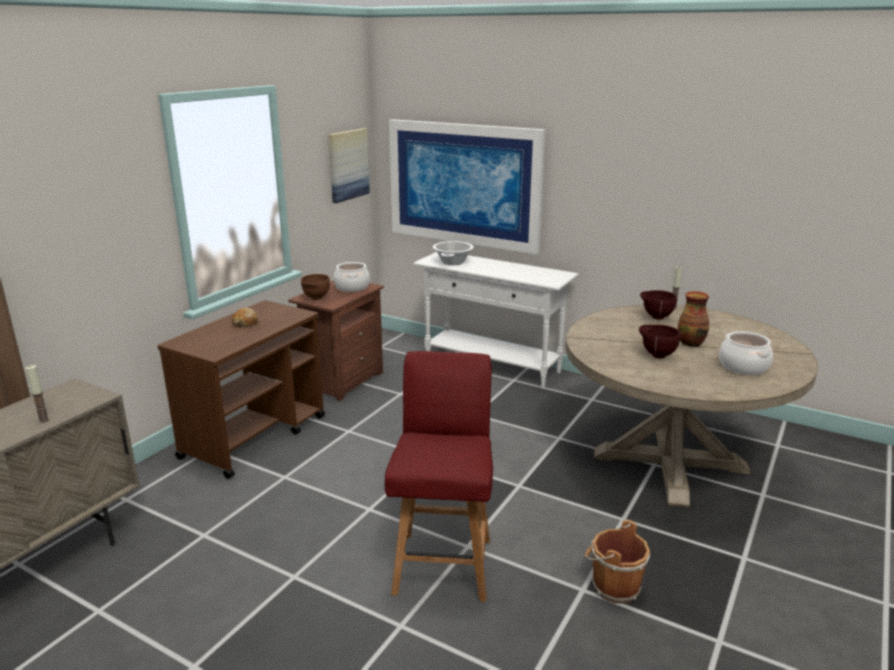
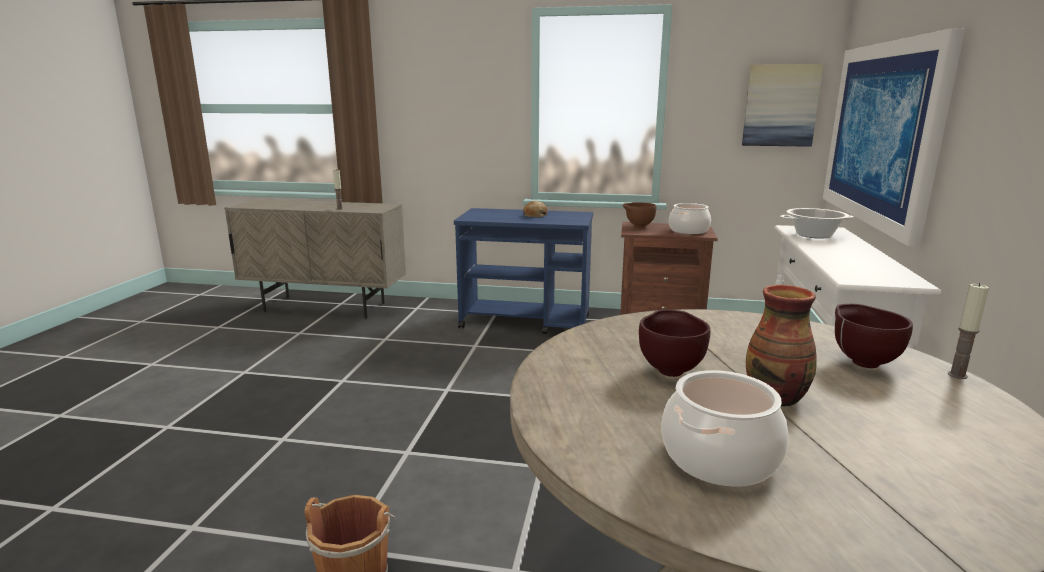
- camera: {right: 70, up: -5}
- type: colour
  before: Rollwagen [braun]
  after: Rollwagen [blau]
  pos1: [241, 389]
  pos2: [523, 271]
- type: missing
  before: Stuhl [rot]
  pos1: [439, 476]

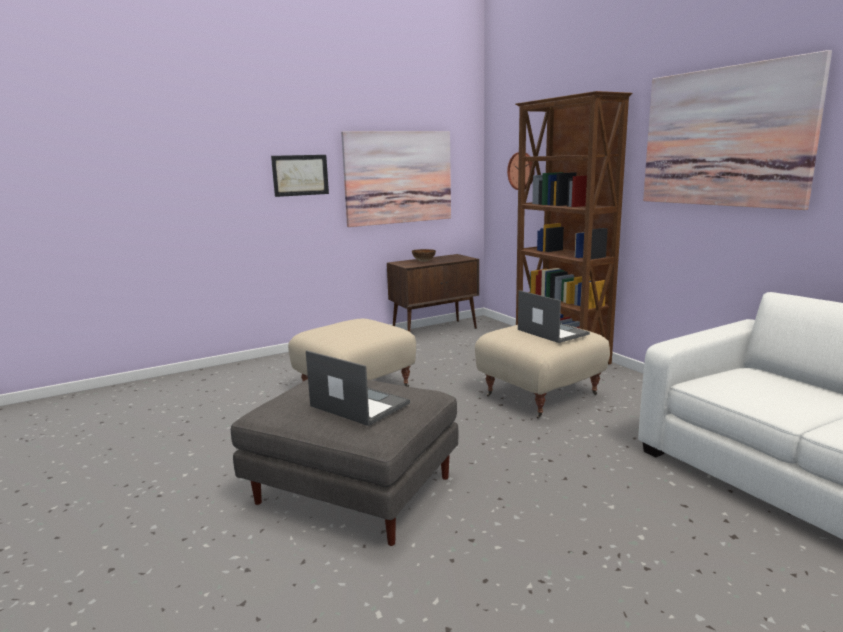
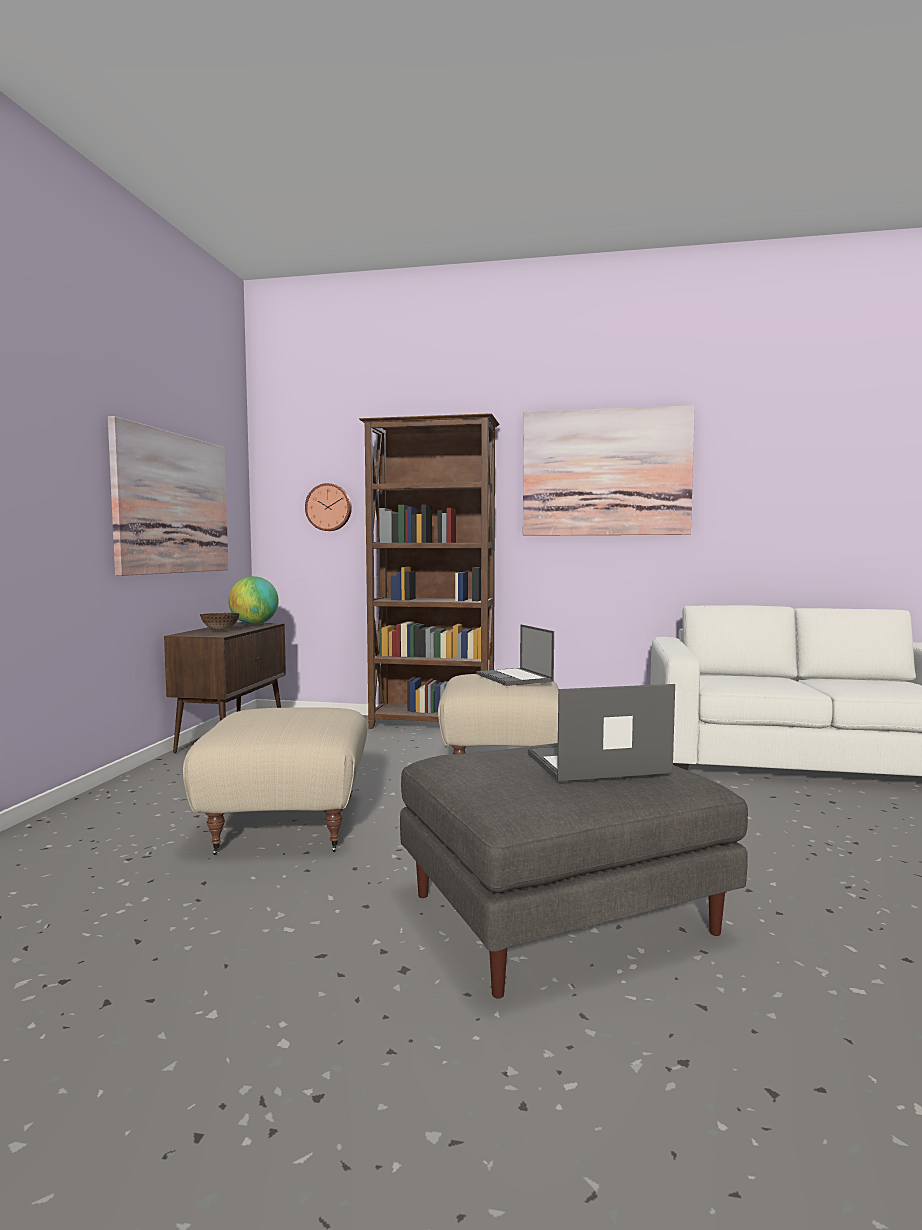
- camera: {right: -50, up: -10}
- type: missing
  before: Bild
  pos1: [300, 176]
- type: spun
  before: Laptop
  pos1: [554, 316]
  pos2: [515, 655]
  turn: -120
- type: appeared
  after: Globus
  pos2: [253, 600]

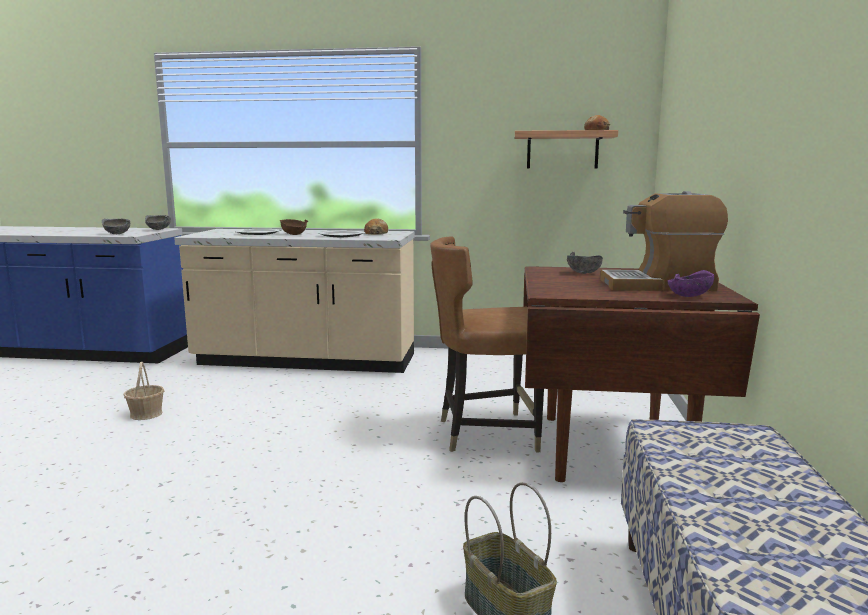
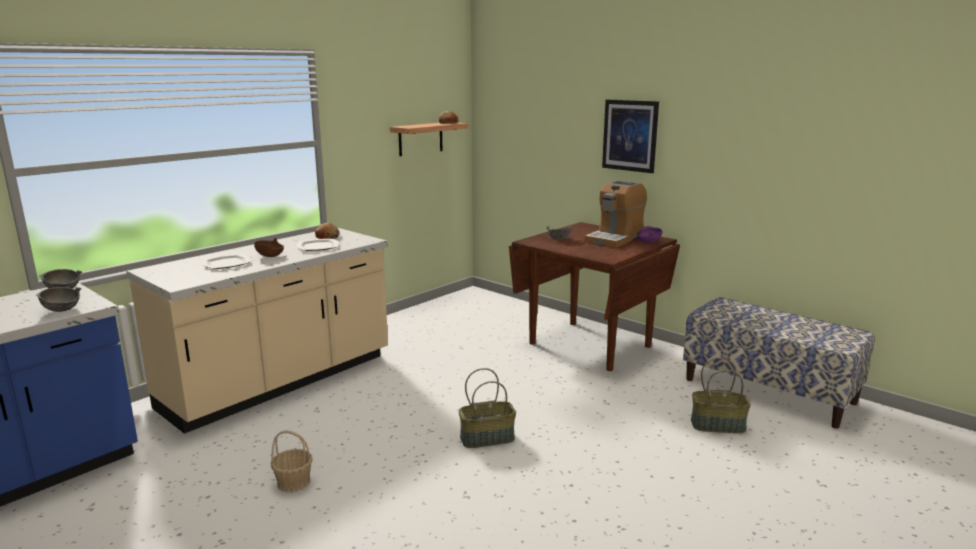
- camera: {right: -55, up: 5}
- type: missing
  before: Stuhl [braun]
  pos1: [487, 344]
- type: appeared
  after: Bild
  pos2: [630, 136]
- type: appeared
  after: Korb
  pos2: [487, 408]

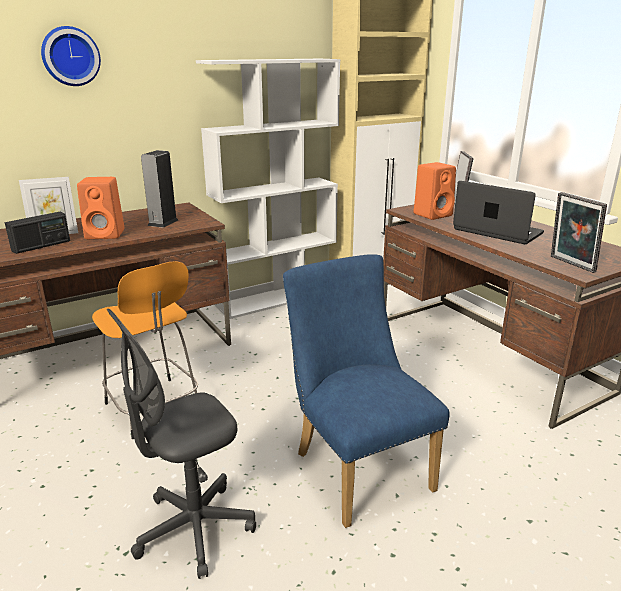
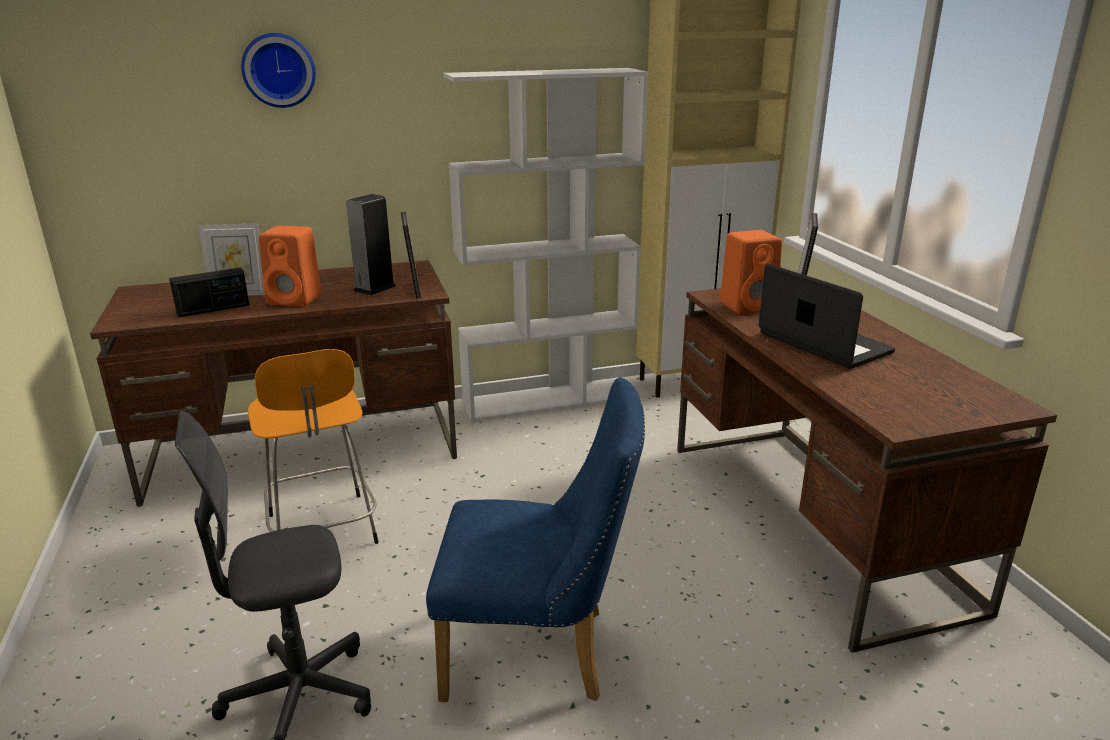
- camera: {right: 15, up: 0}
- type: relocated
  before: Bilderrahmen
  pos1: [579, 232]
  pos2: [411, 255]
- type: spun
  before: Stuhl [blau]
  pos1: [366, 391]
  pos2: [535, 539]
  turn: 105

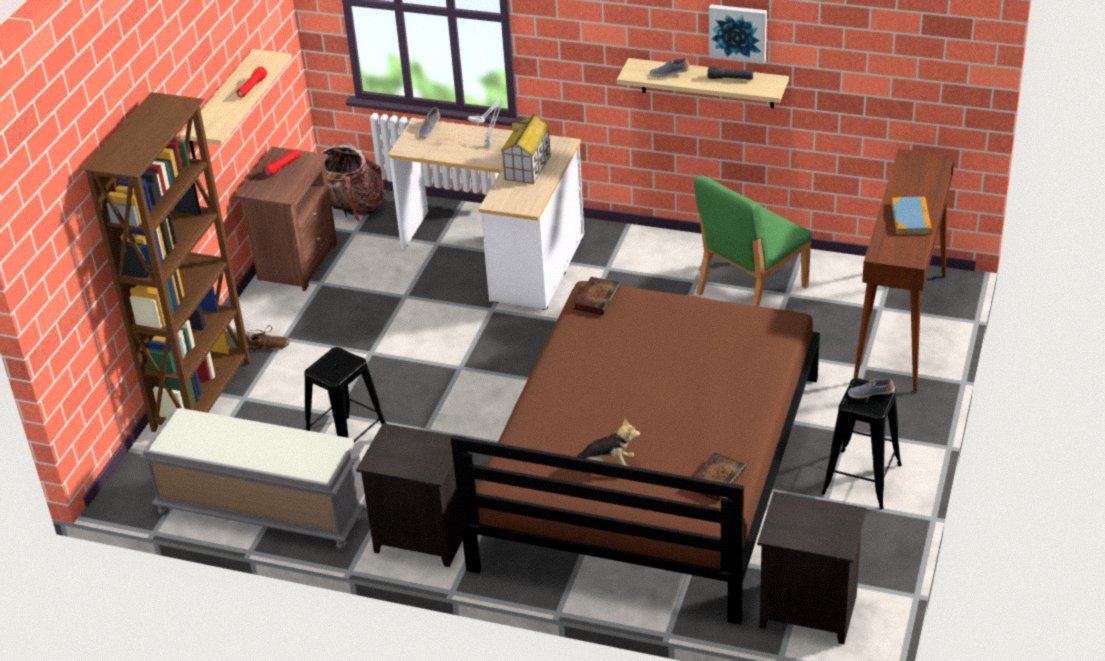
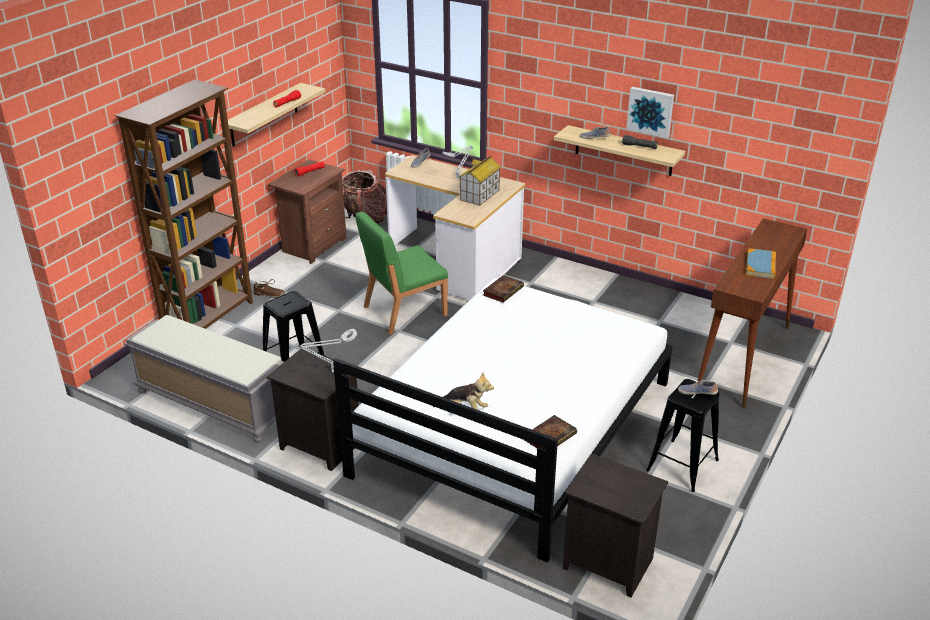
- camera: {right: 10, up: -5}
- type: relocated
  before: Stuhl [grün]
  pos1: [753, 240]
  pos2: [401, 273]
- type: colour
  before: Bett [braun]
  after: Bett [weiß]
  pos1: [635, 452]
  pos2: [503, 420]
- type: appeared
  after: Tischlampe [grau]
  pos2: [329, 350]

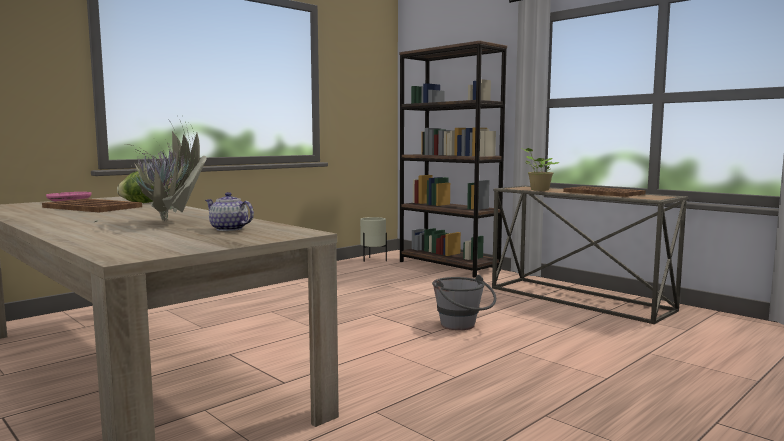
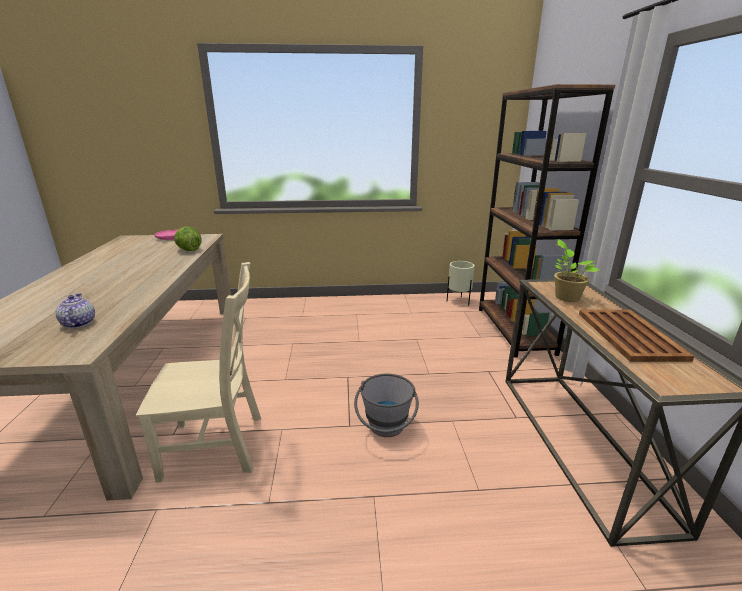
- camera: {right: 40, up: 15}
- type: missing
  before: Topfpflanze
  pos1: [150, 168]
- type: missing
  before: Tablett [braun]
  pos1: [92, 205]
- type: appeared
  after: Stuhl [beige]
  pos2: [198, 372]

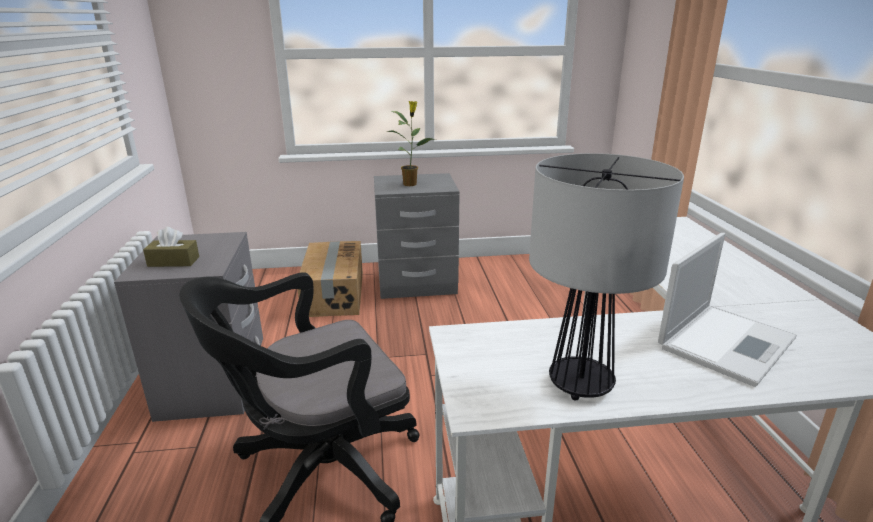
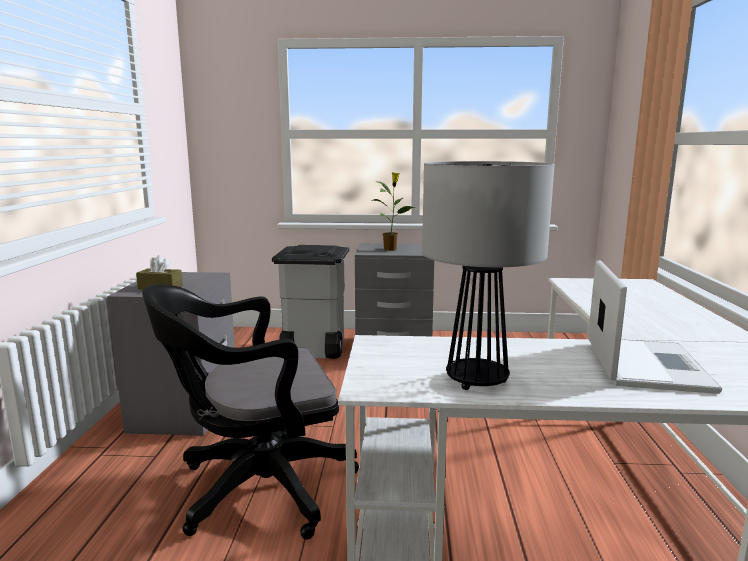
- camera: {right: 10, up: -10}
- type: spun
  before: Laptop
  pos1: [727, 310]
  pos2: [655, 327]
  turn: -45
- type: exchanged
  before: Karton
  after: Mülleimer [grau]
  pos1: [330, 279]
  pos2: [310, 302]

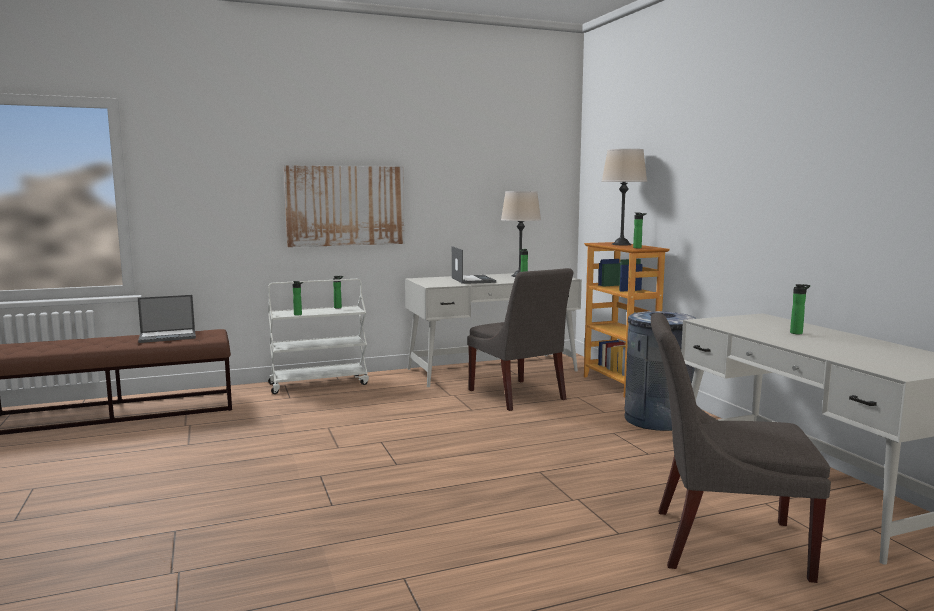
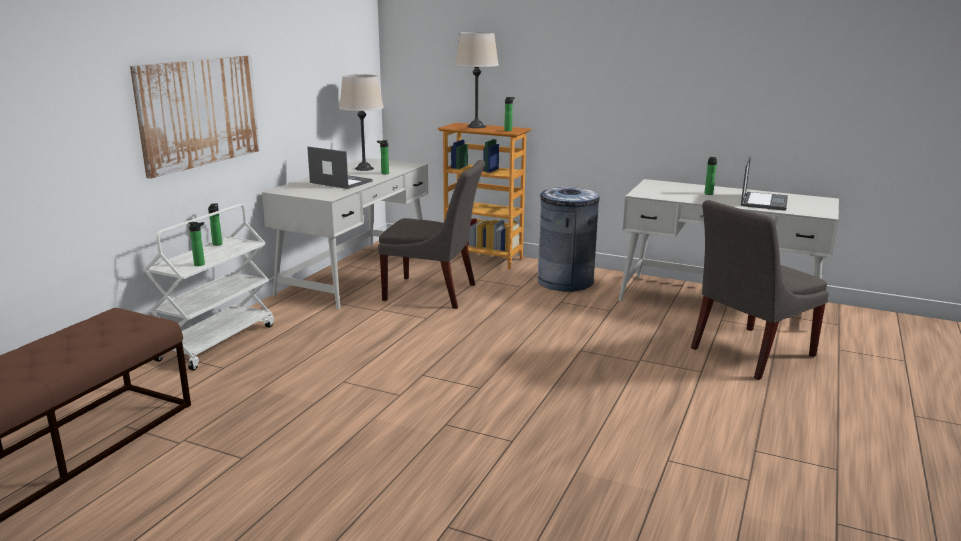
- camera: {right: -45, up: 10}
- type: relocated
  before: Laptop
  pos1: [167, 319]
  pos2: [764, 183]

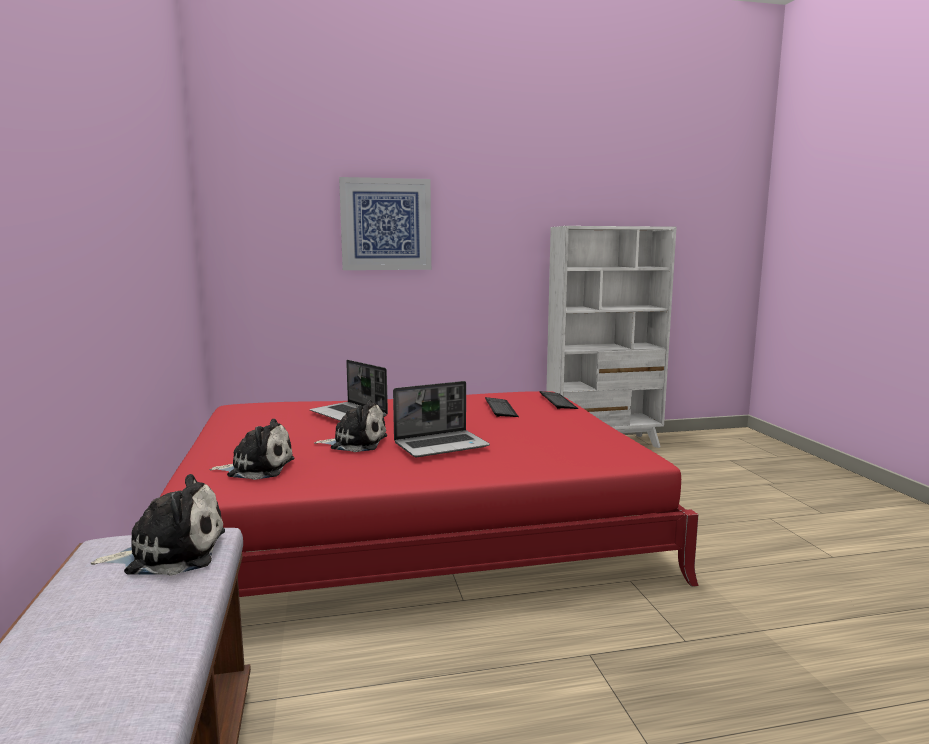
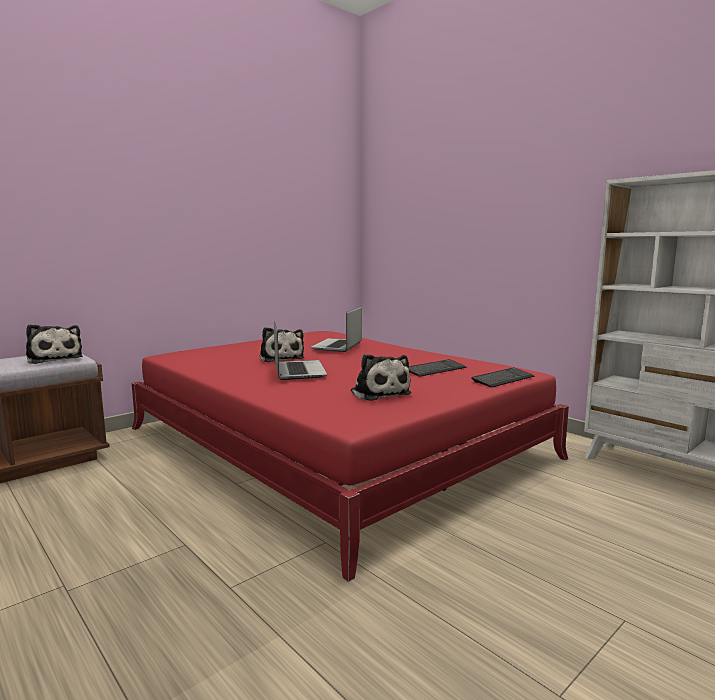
- camera: {right: 60, up: 0}
- type: missing
  before: Bild
  pos1: [385, 223]
- type: spun
  before: Laptop
  pos1: [441, 419]
  pos2: [300, 350]
  turn: -135
- type: relocated
  before: Plüschtier
  pos1: [251, 449]
  pos2: [381, 377]

